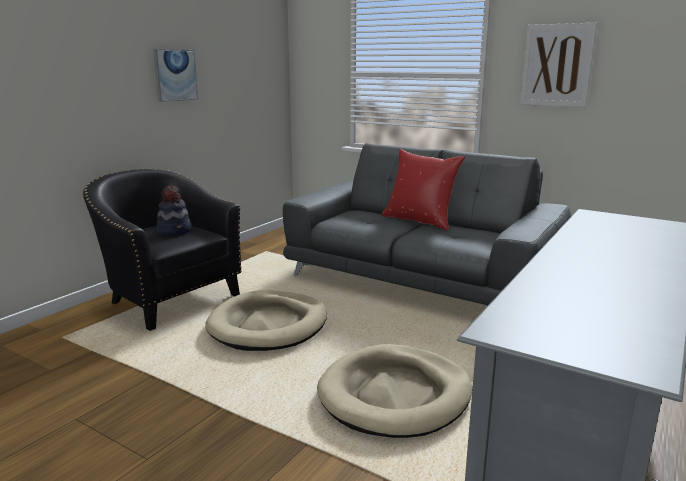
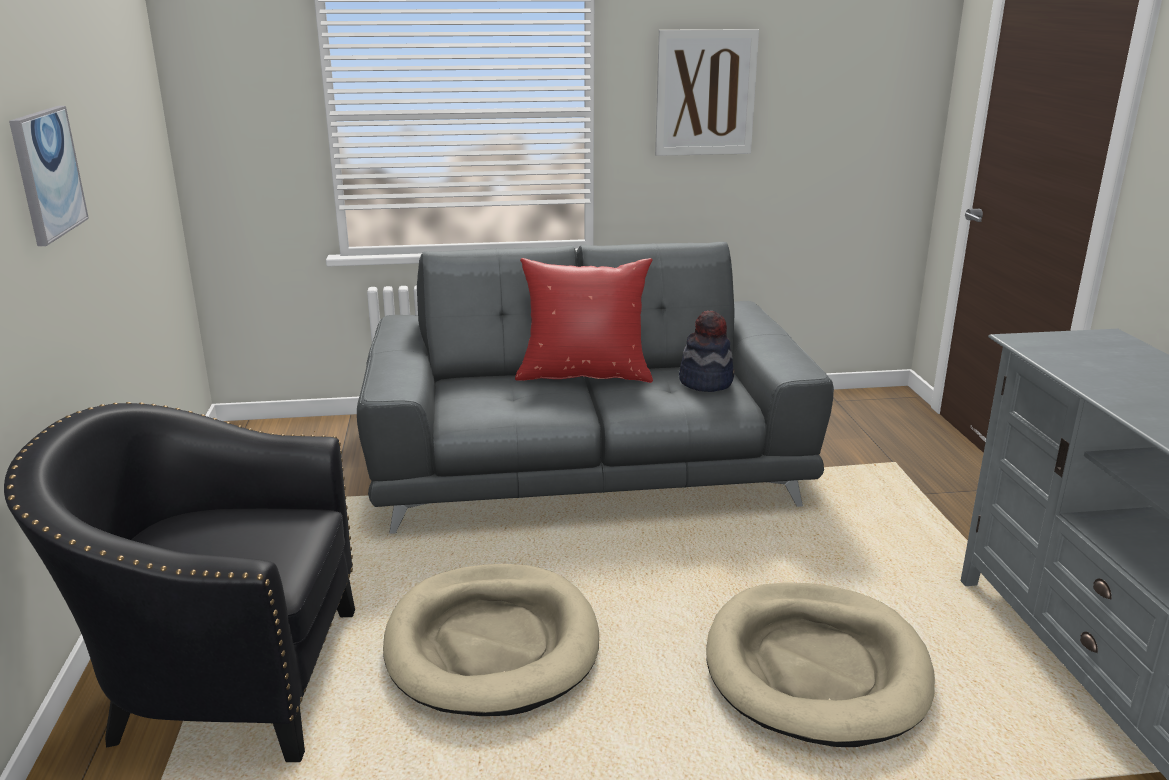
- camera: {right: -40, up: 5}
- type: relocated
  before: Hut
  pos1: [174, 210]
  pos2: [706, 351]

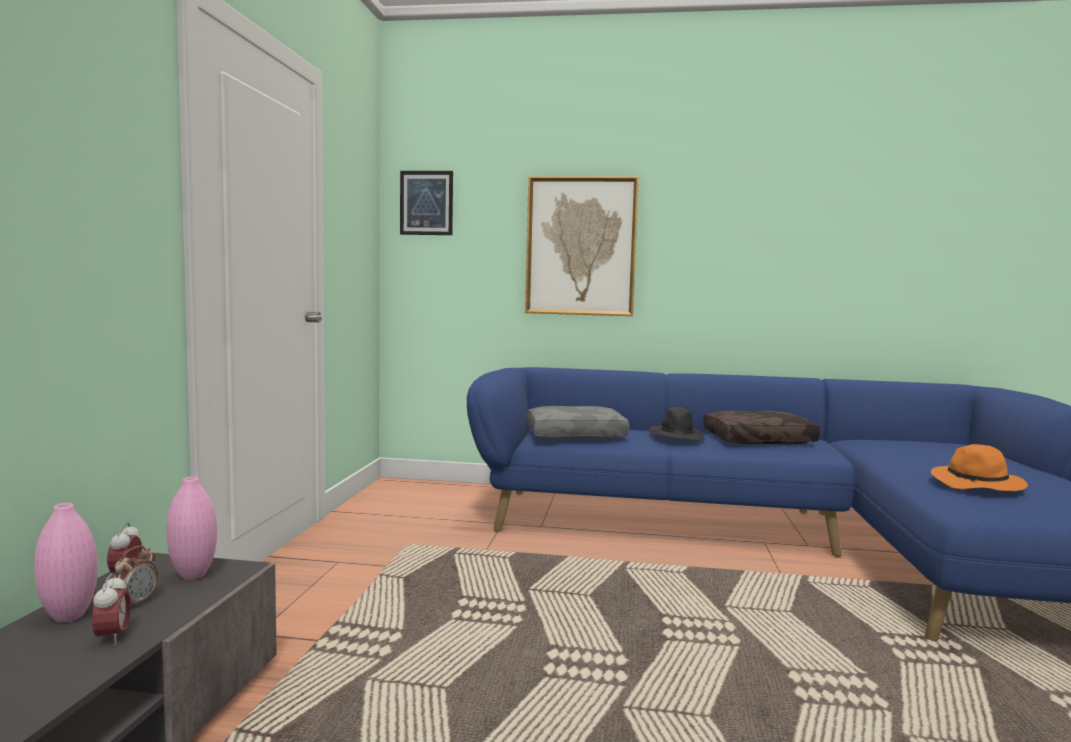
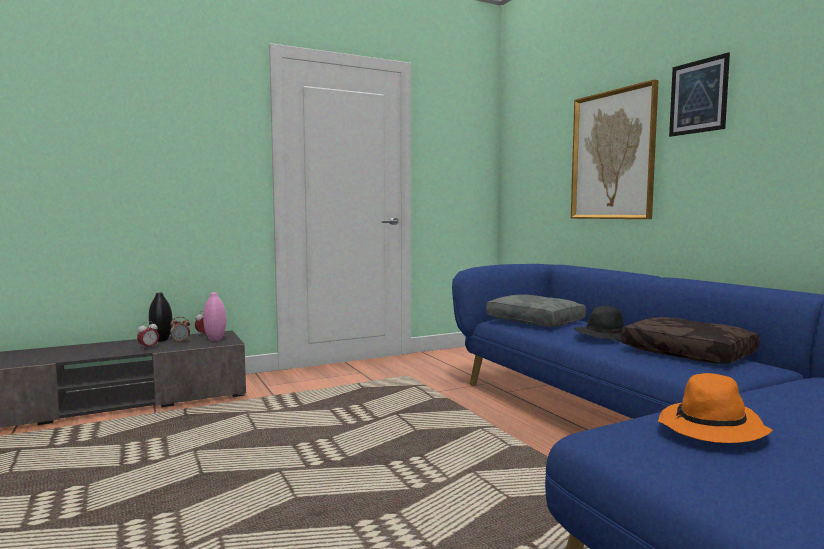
- camera: {right: 55, up: 0}
- type: relocated
  before: Bild
  pos1: [426, 203]
  pos2: [699, 94]
- type: colour
  before: Vase [rosa]
  after: Vase [schwarz]
  pos1: [66, 562]
  pos2: [160, 316]

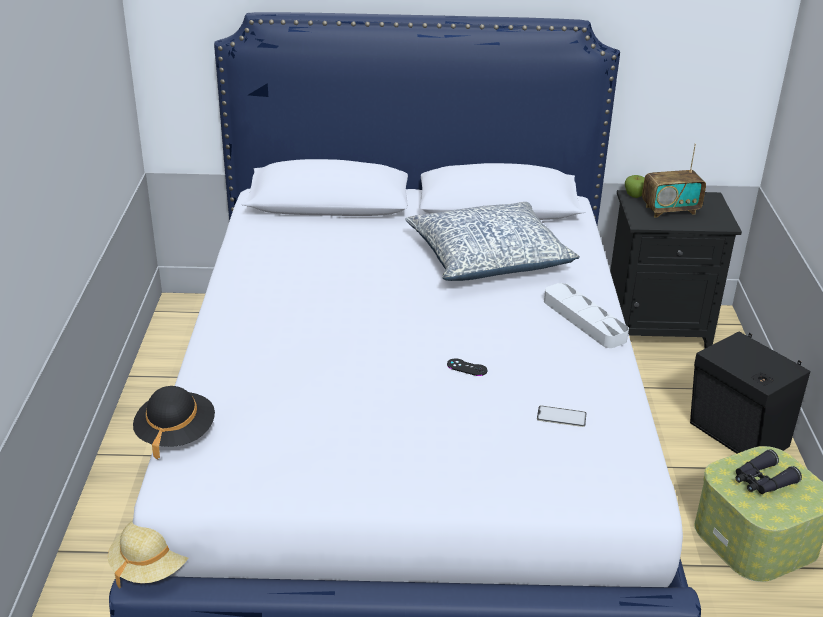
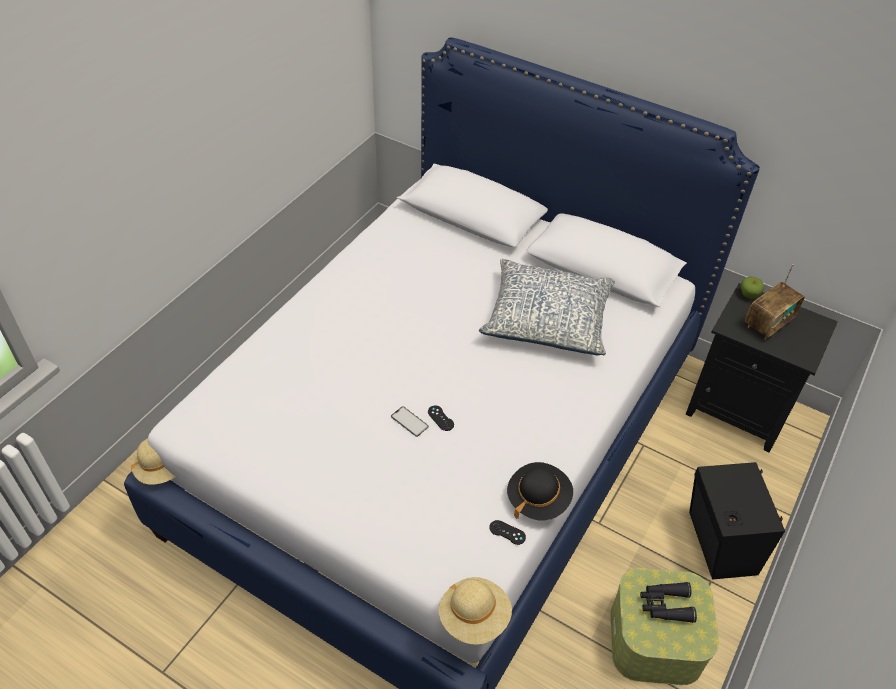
- camera: {right: 30, up: 15}
- type: spun
  before: Radio
  pos1: [674, 180]
  pos2: [775, 302]
  turn: -60
- type: missing
  before: Tablett [grau]
  pos1: [586, 315]
- type: relocated
  before: Hut [schwarz]
  pos1: [174, 423]
  pos2: [540, 491]
- type: relocated
  before: Handy
  pos1: [562, 416]
  pos2: [410, 421]
- type: appeared
  after: Gamepad [schwarz]
  pos2: [507, 532]
- type: appeared
  after: Hut [beige]
  pos2: [475, 611]

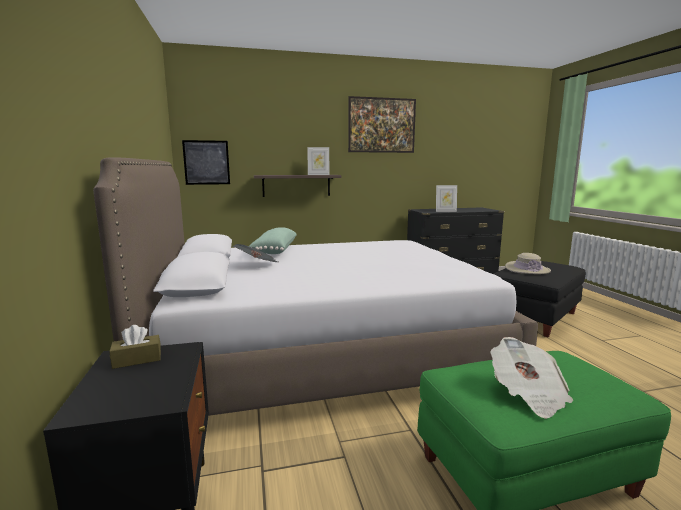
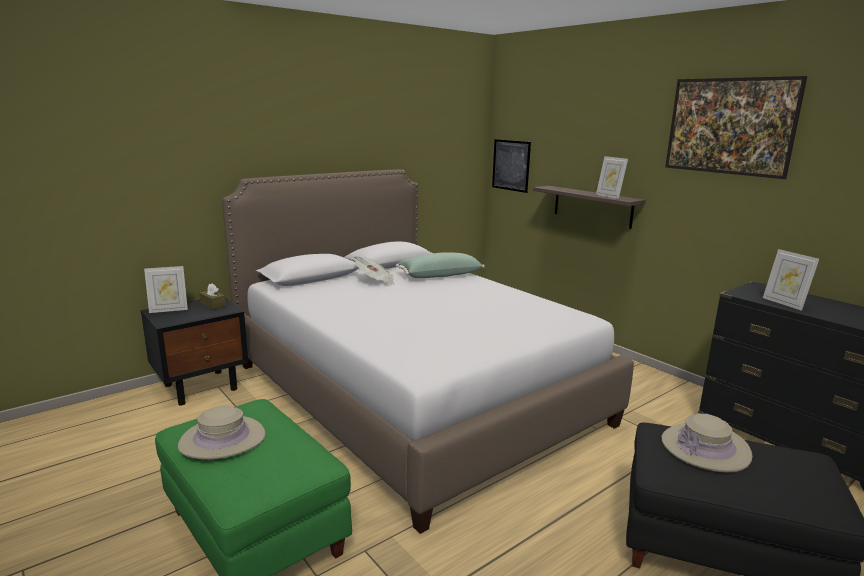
- camera: {right: 65, up: 5}
- type: exchanged
  before: Zeitung
  after: Hut [beige]
  pos1: [532, 378]
  pos2: [221, 432]
- type: appeared
  after: Bilderrahmen
  pos2: [166, 289]

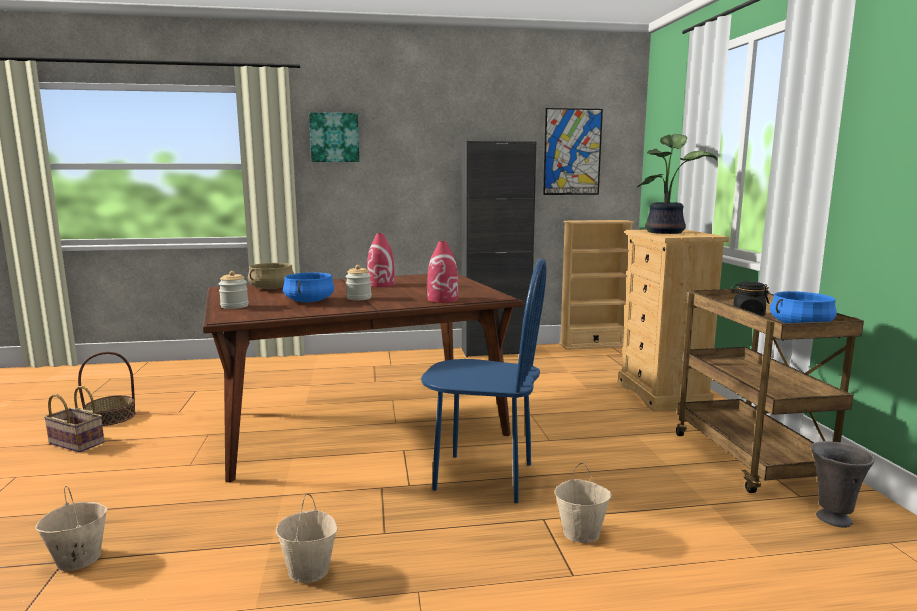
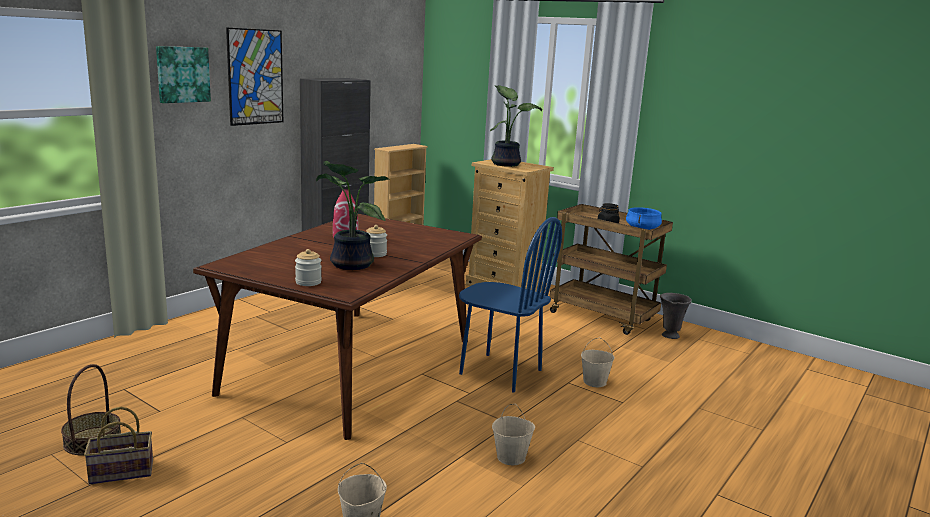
- camera: {right: -45, up: 5}
- type: relocated
  before: Bild
  pos1: [573, 151]
  pos2: [254, 76]
- type: missing
  before: Vase [rot]
  pos1: [442, 272]
- type: spun
  before: Stuhl [blau]
  pos1: [484, 380]
  pos2: [510, 305]
  turn: 60
- type: missing
  before: Kochtopf [beige]
  pos1: [271, 276]
- type: exchanged
  before: Kochtopf [blau]
  after: Topfpflanze
  pos1: [308, 287]
  pos2: [352, 215]

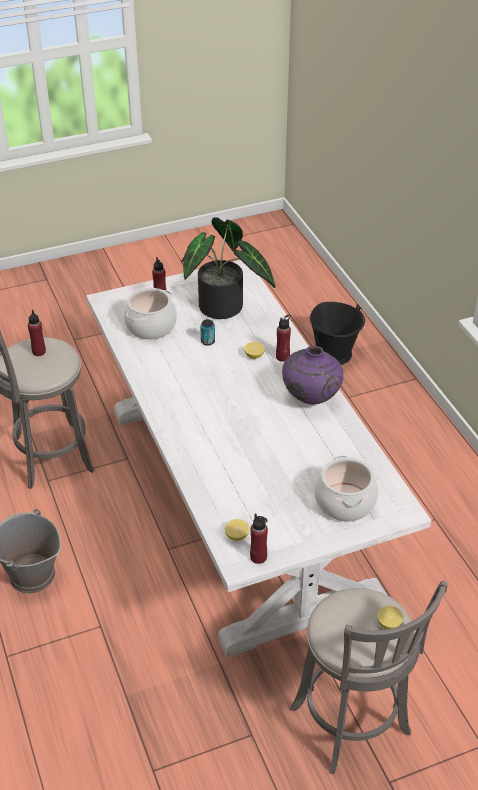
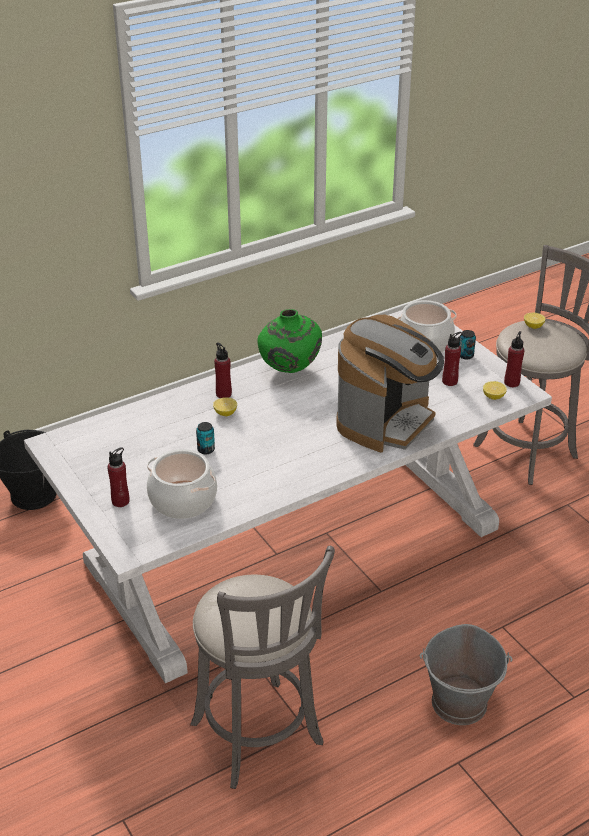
- camera: {right: -100, up: -5}
- type: missing
  before: Topfpflanze
  pos1: [228, 268]
- type: relocated
  before: Flasche [rot]
  pos1: [37, 333]
  pos2: [452, 359]
- type: colour
  before: Vase [lila]
  after: Vase [grün]
  pos1: [312, 375]
  pos2: [289, 341]
- type: appeared
  after: Kaffeemaschine
  pos2: [390, 384]
- type: appeared
  after: Dose
  pos2: [467, 345]

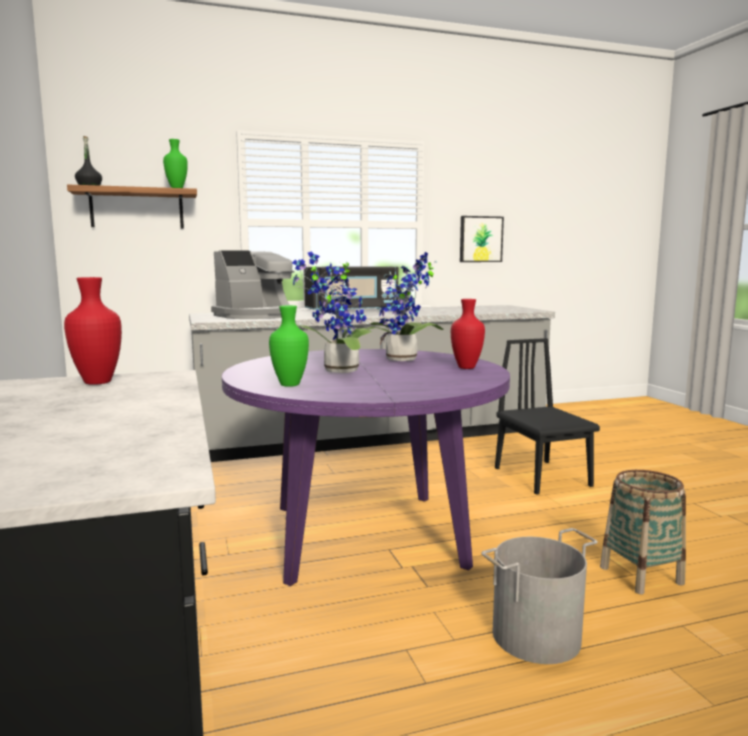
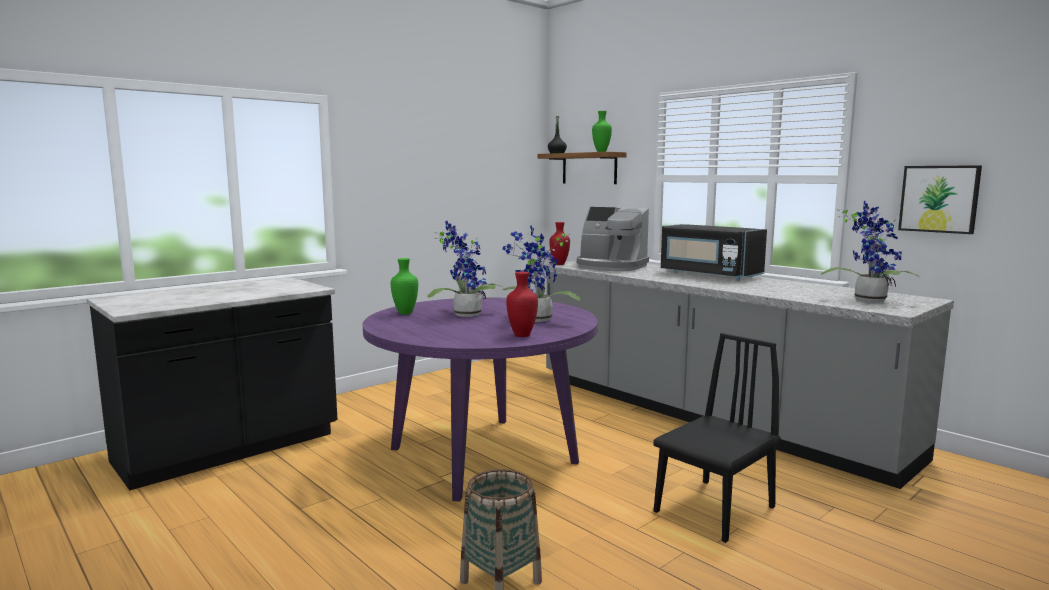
- camera: {right: 65, up: 0}
- type: relocated
  before: Vase [rot]
  pos1: [93, 331]
  pos2: [559, 243]
- type: missing
  before: Eimer [grau]
  pos1: [539, 596]
- type: appeared
  after: Topfpflanze
  pos2: [870, 251]

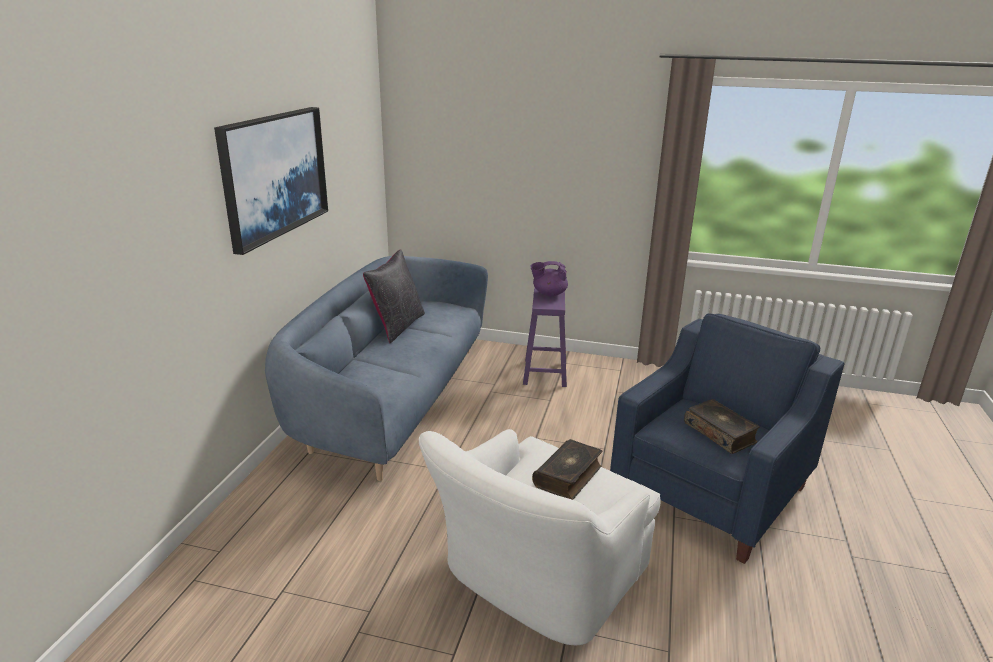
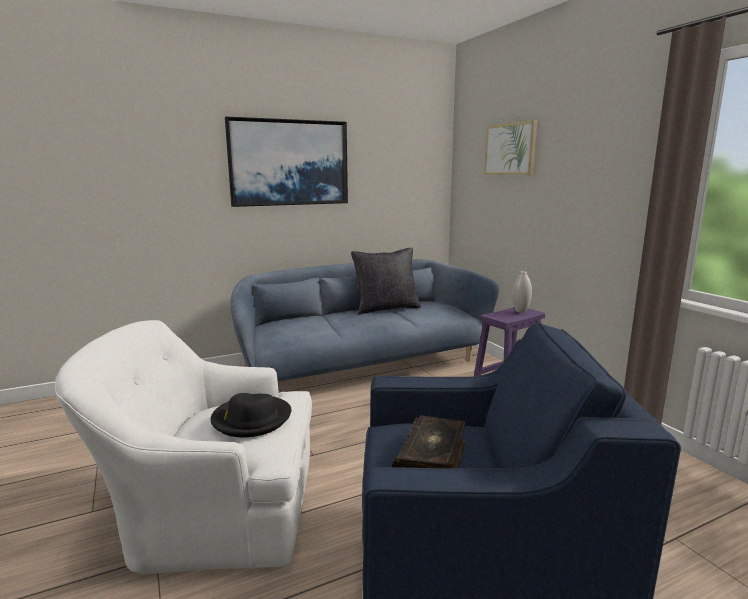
- camera: {right: 50, up: -10}
- type: exchanged
  before: Teekanne [lila]
  after: Vase [weiß]
  pos1: [549, 279]
  pos2: [522, 292]
- type: exchanged
  before: Buch
  after: Hut [schwarz]
  pos1: [567, 469]
  pos2: [251, 415]
- type: appeared
  after: Bild
  pos2: [510, 147]

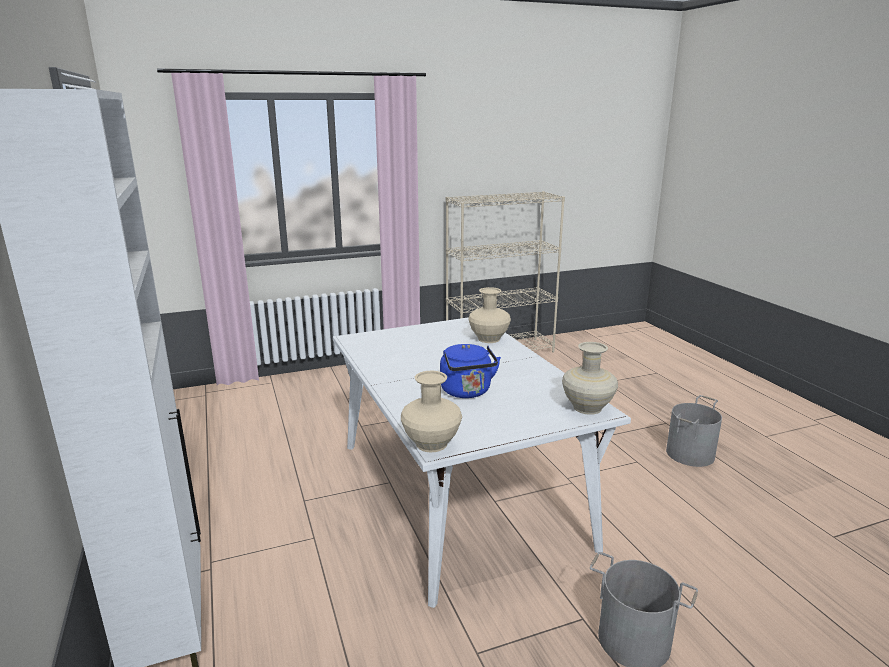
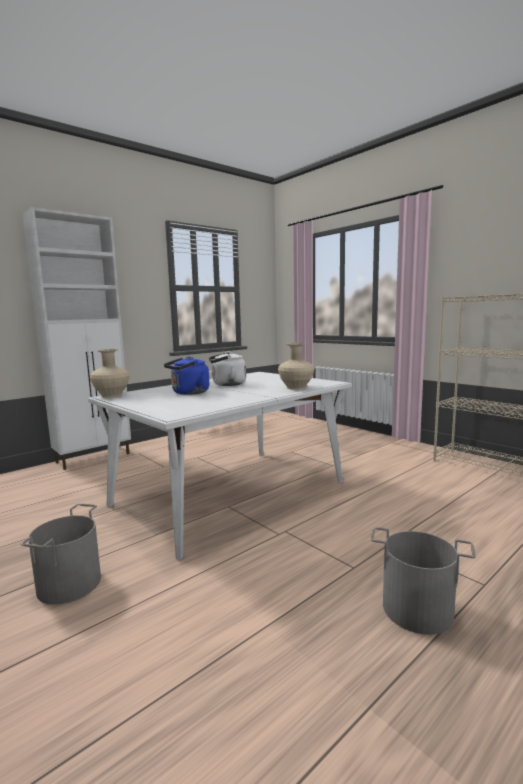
- camera: {right: 70, up: -10}
- type: missing
  before: Vase [beige]
  pos1: [590, 378]
- type: appeared
  after: Wasserkessel [weiß]
  pos2: [227, 369]

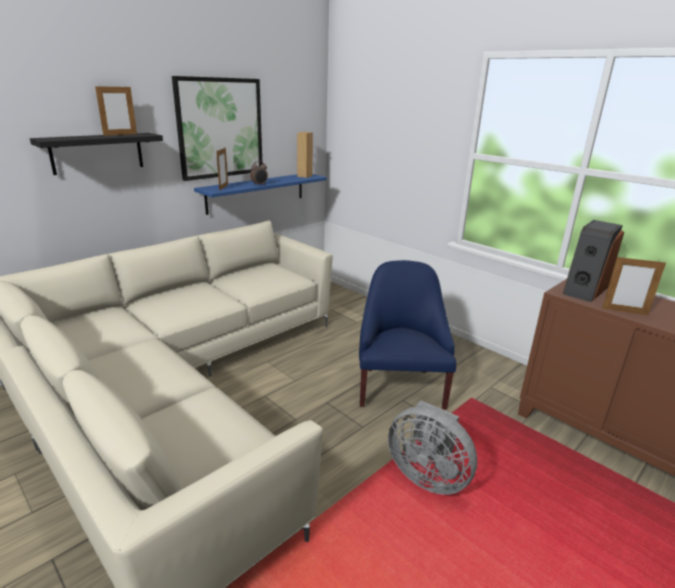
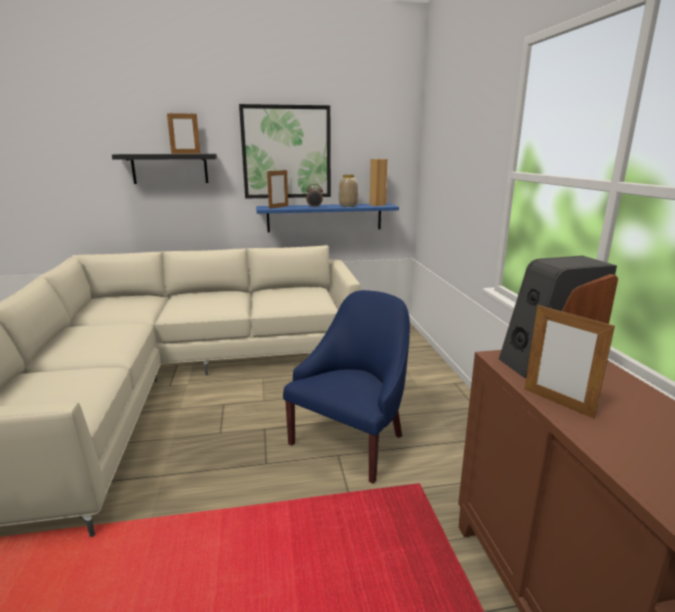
- camera: {right: 35, up: -5}
- type: missing
  before: Ventilator [grau]
  pos1: [432, 447]
- type: appeared
  after: Vase
  pos2: [348, 191]

